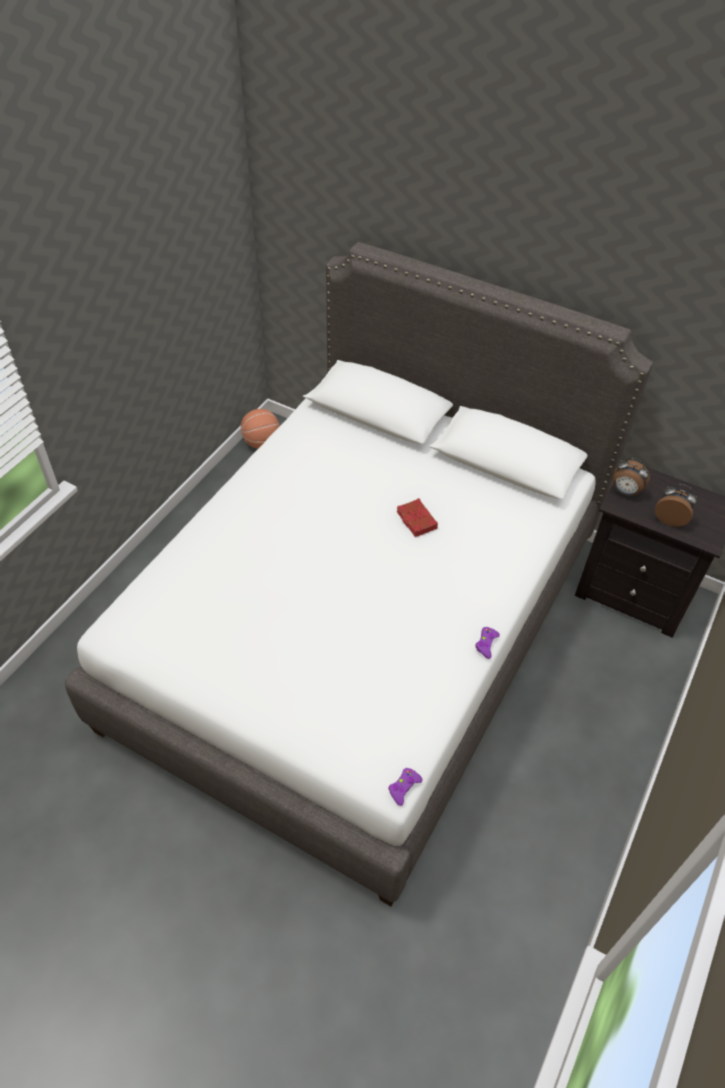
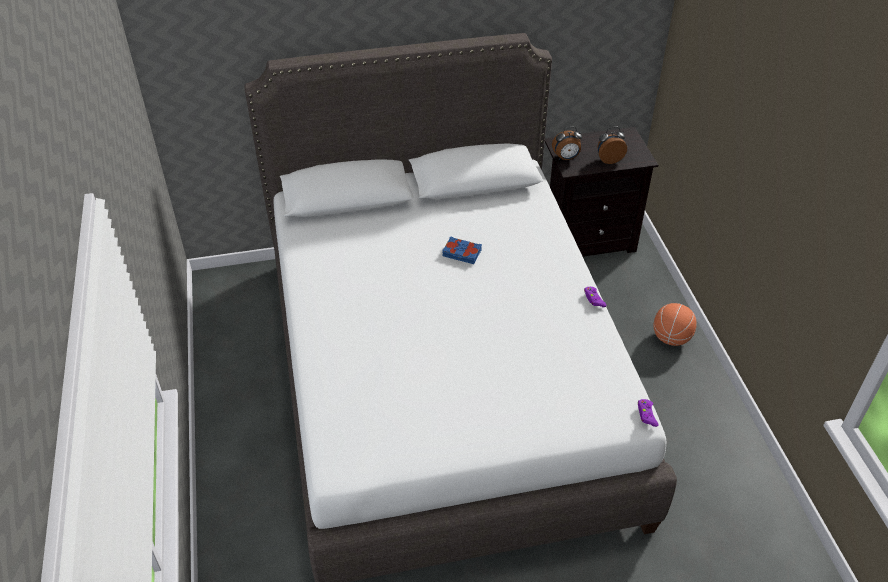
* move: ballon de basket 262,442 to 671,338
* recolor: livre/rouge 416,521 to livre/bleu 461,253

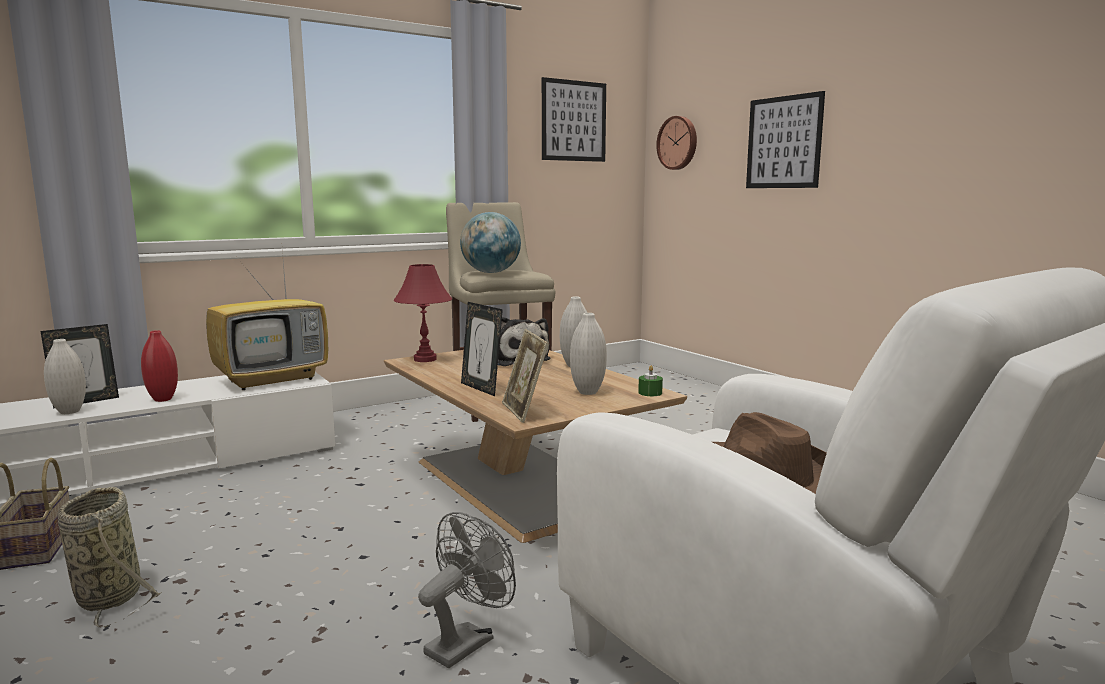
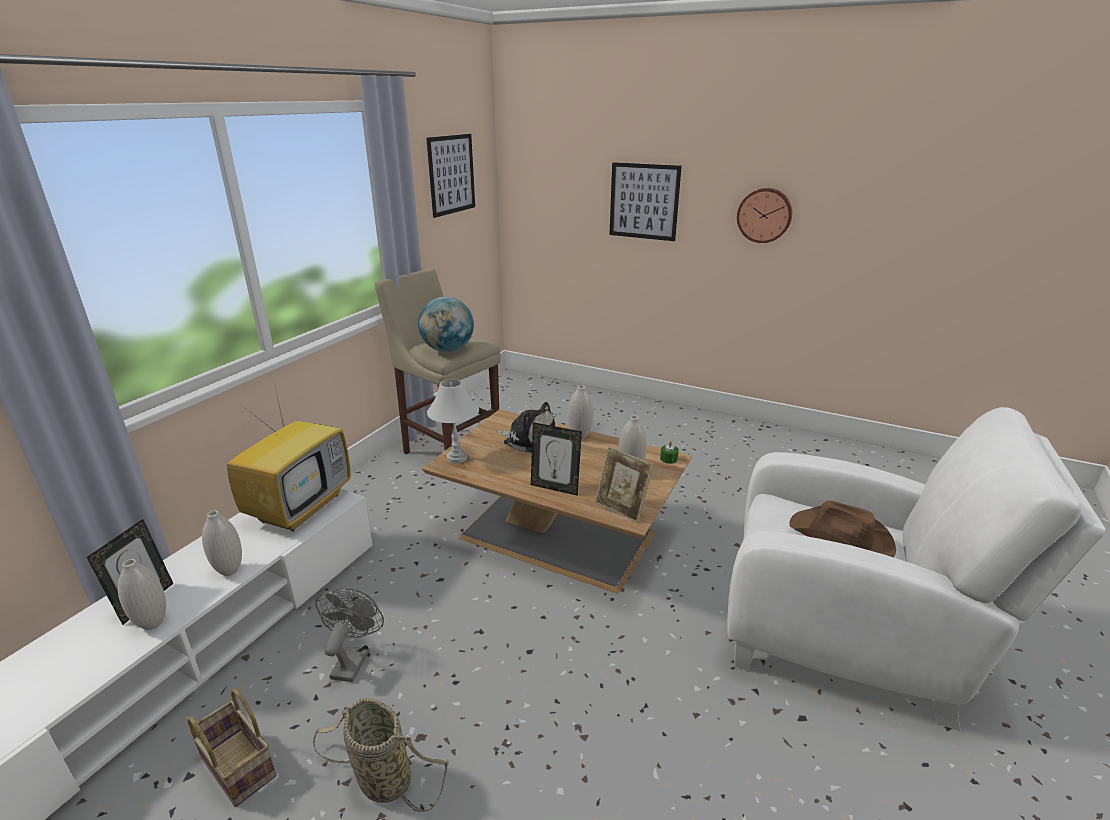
* recolor: vase/rouge 163,399 to vase/blanc 230,571
* recolor: lampe de table/rouge 425,359 to lampe de table/blanc 457,458
* move: ventilateur/gris 466,641 to 353,659
* move: horloge murale 678,143 to 764,215

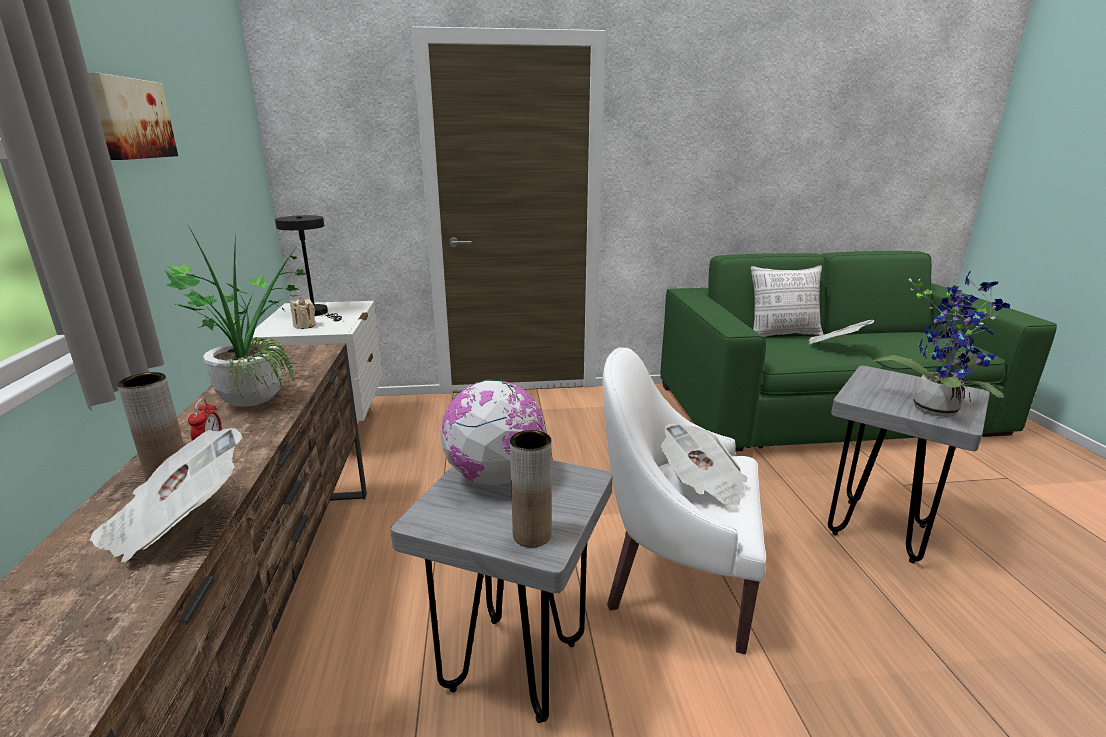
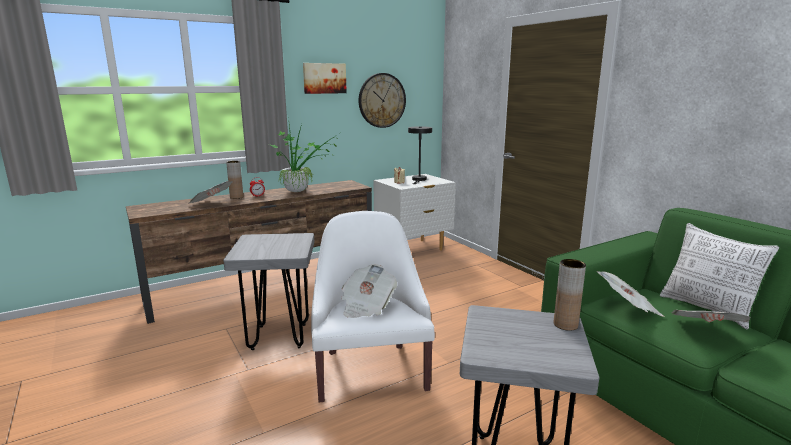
* delete: globe 495,477
* move: vase/marron 532,535 to 565,325
* delete: plante en pot 936,408
* insert: horloge murale 382,100
* insert: journal 627,308

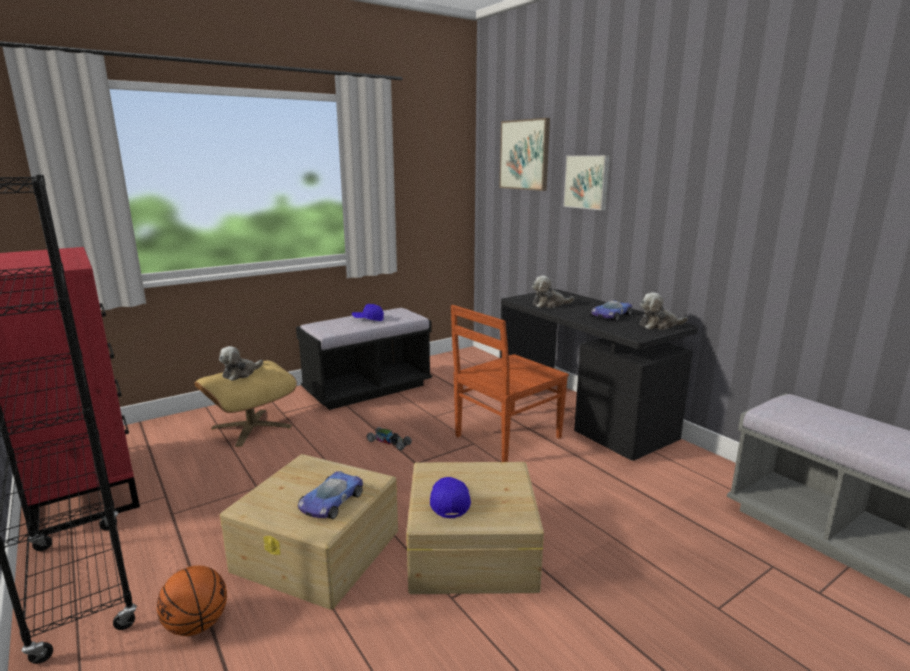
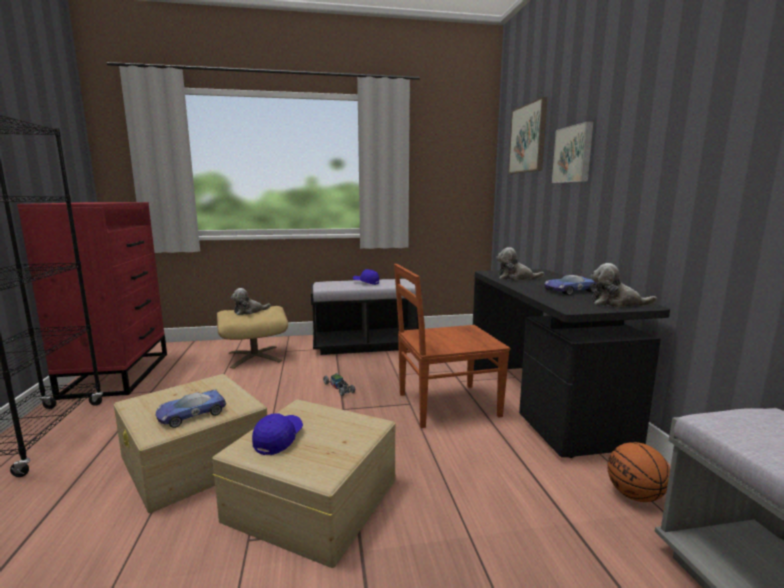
* move: ballon de basket 196,625 to 634,495

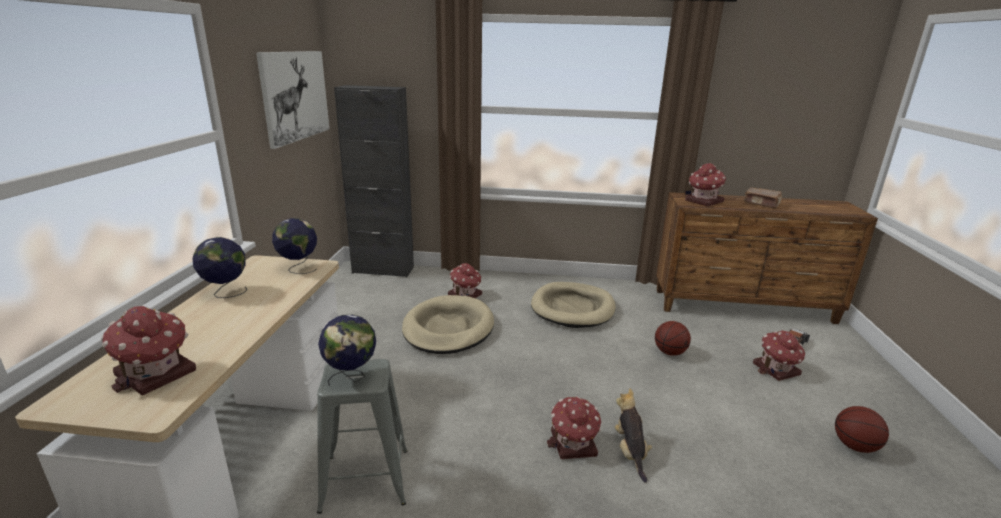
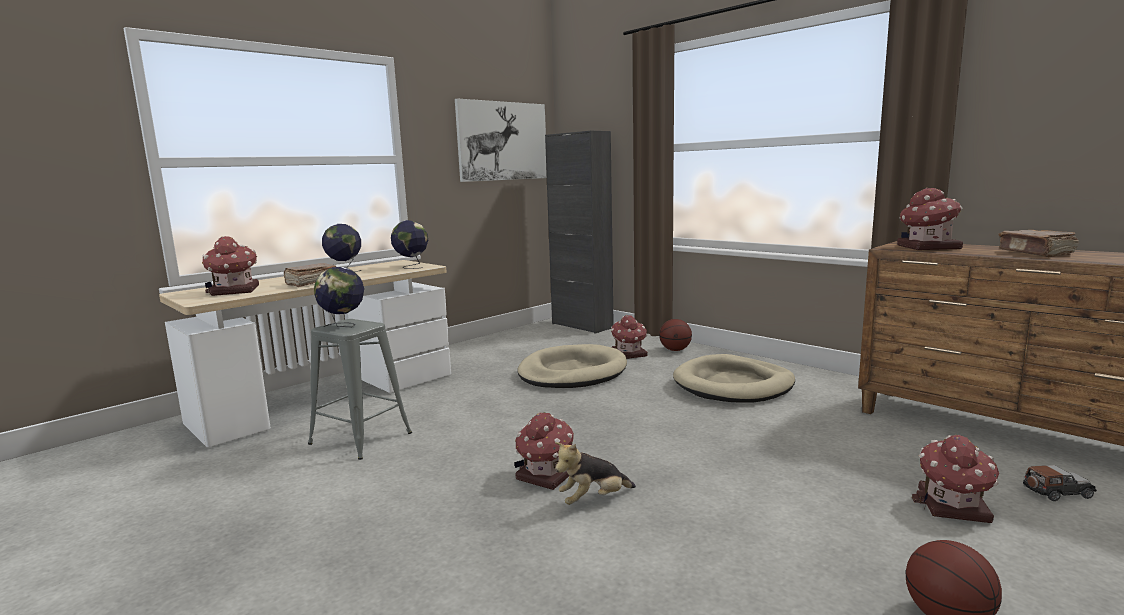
* rotate: peluche 630,452 = 593,500 150 degrees counterclockwise
* move: ballon de basket 669,352 to 675,350
* insert: livre/marron 311,283

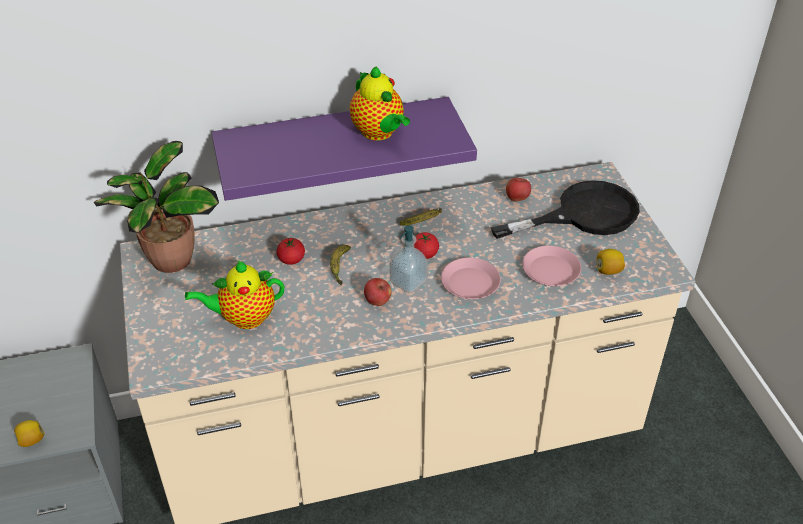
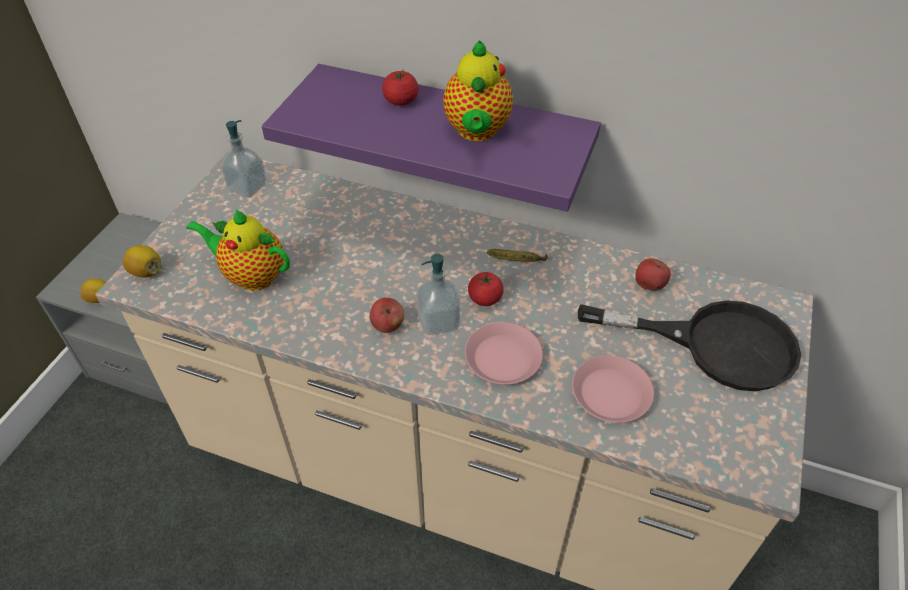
* replace: plante en pot 169,261 to distributeur de savon 247,187
* move: tomate 291,259 to 401,101
* delete: banane 339,267
* move: citron 608,271 to 146,272

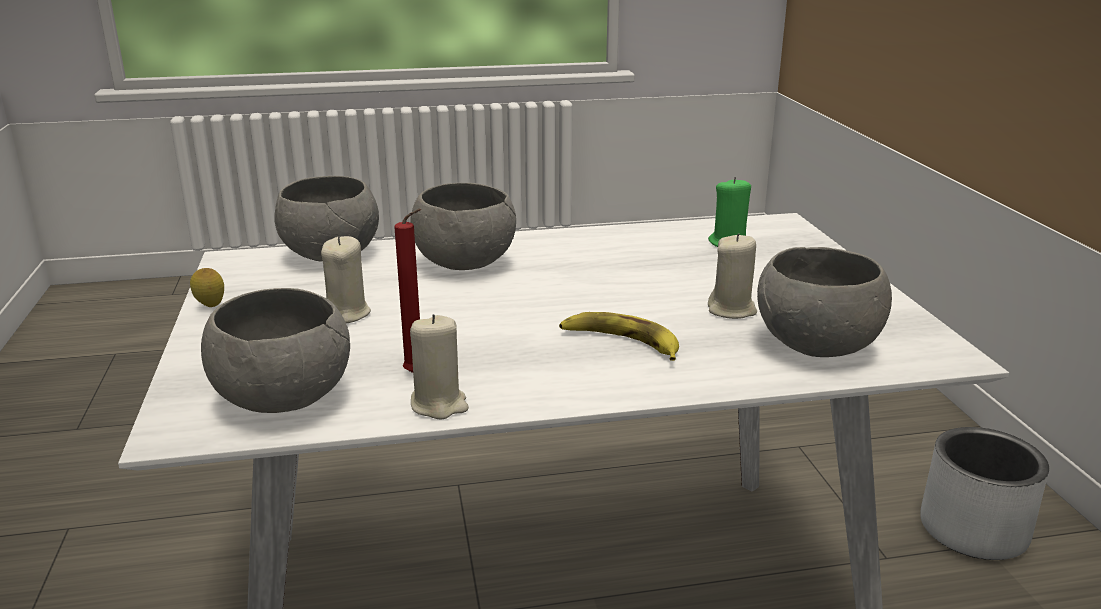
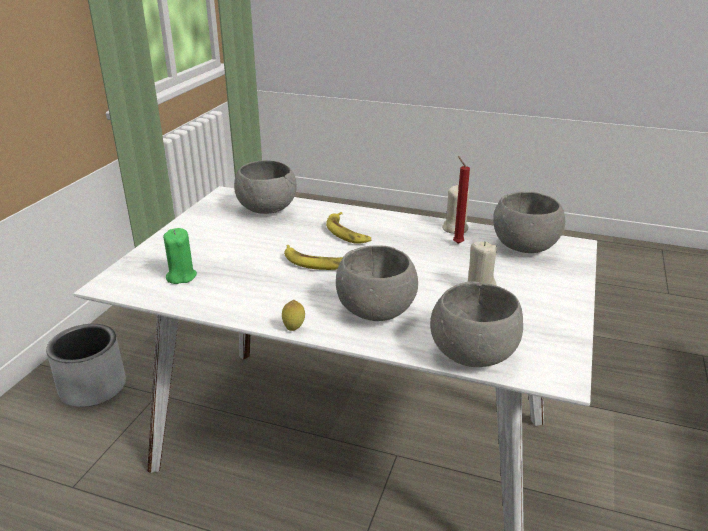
* move: citron 211,307 to 294,329
* delete: bougie/beige 732,310
* insert: banane 317,262

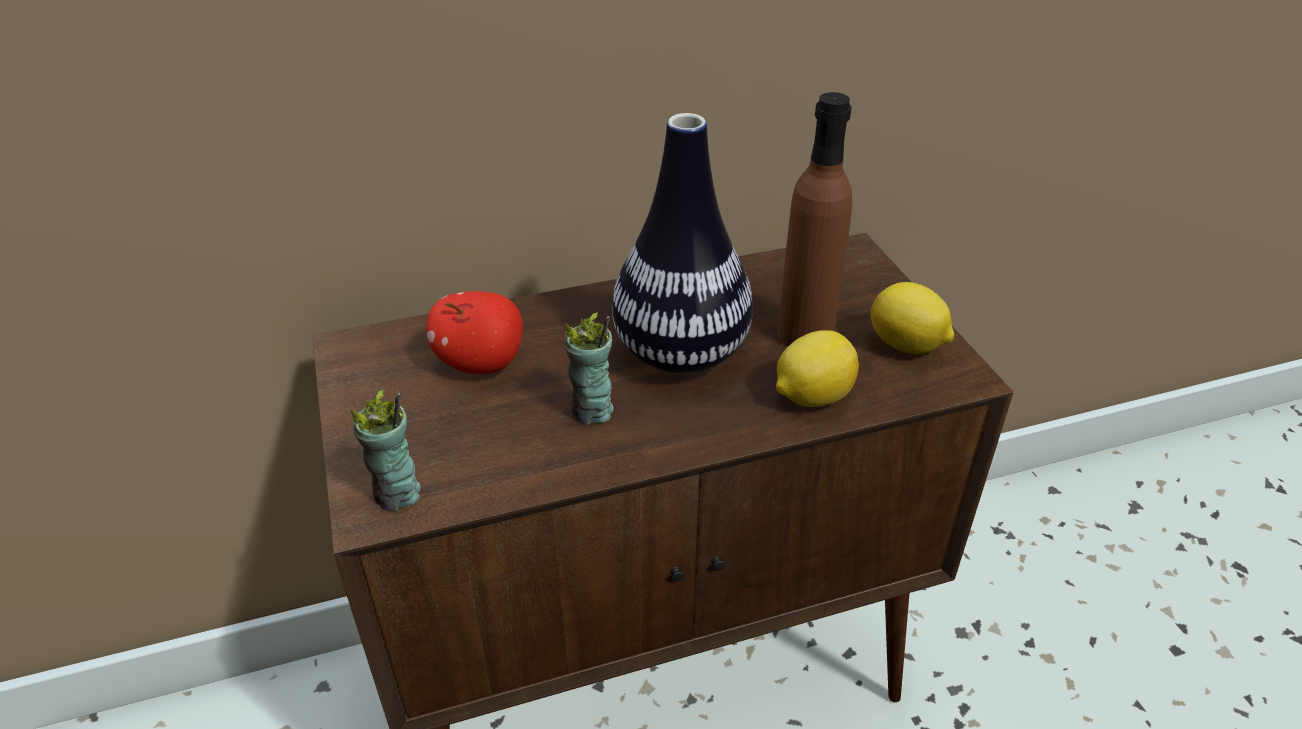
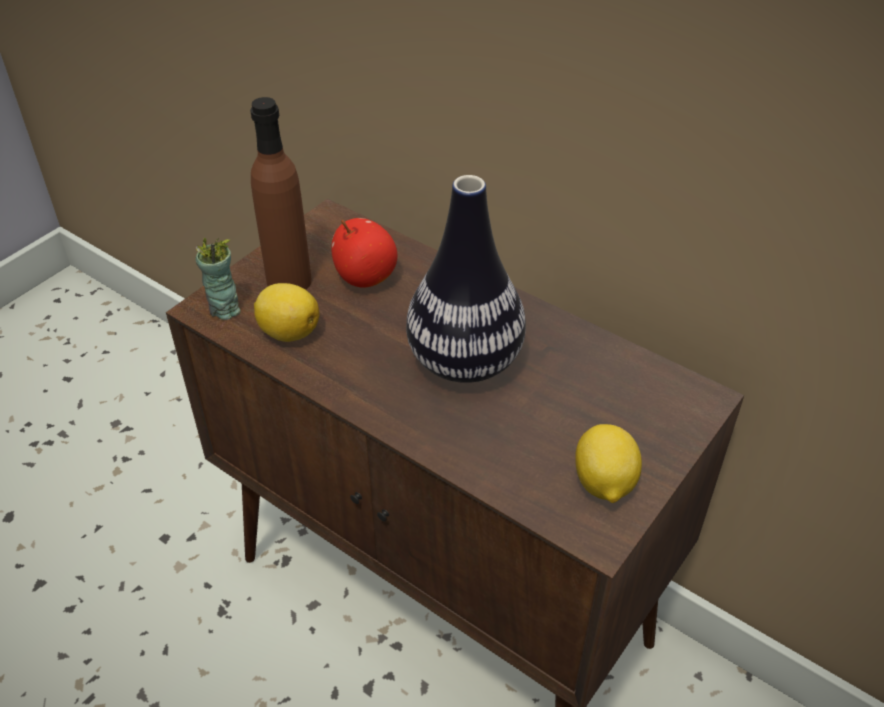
* delete: tasse 592,412
* move: citron 811,396 to 288,331
* move: bouteille/marron 805,333 to 289,281

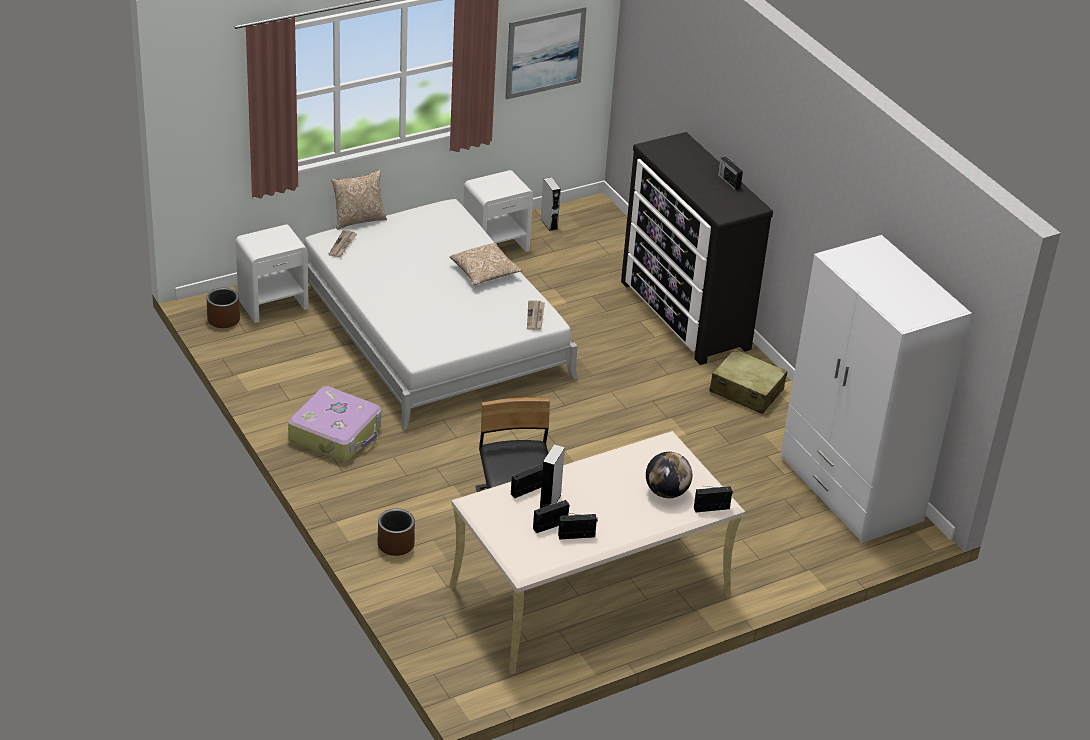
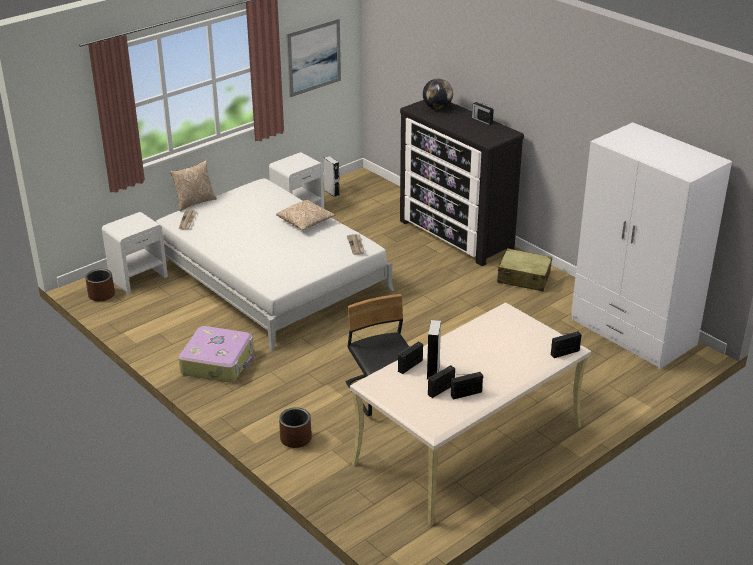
* move: globe 666,492 to 437,108

